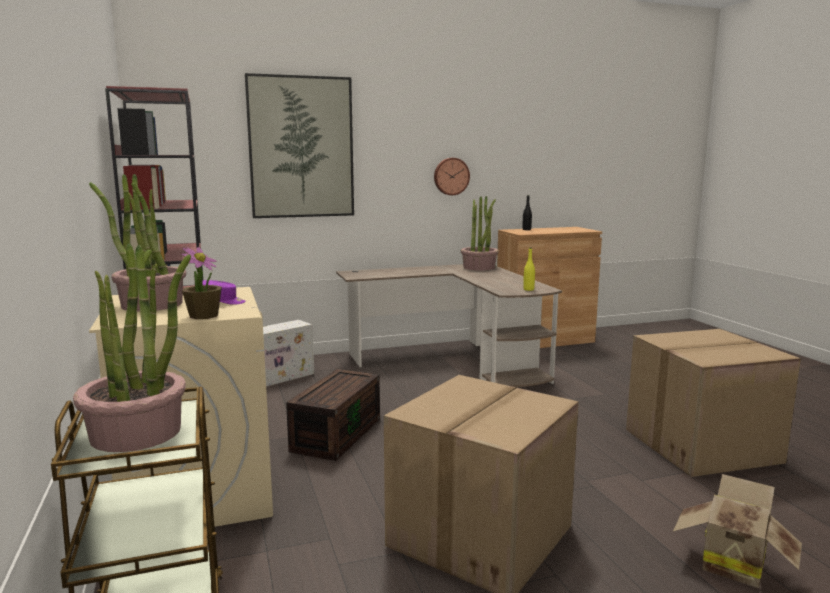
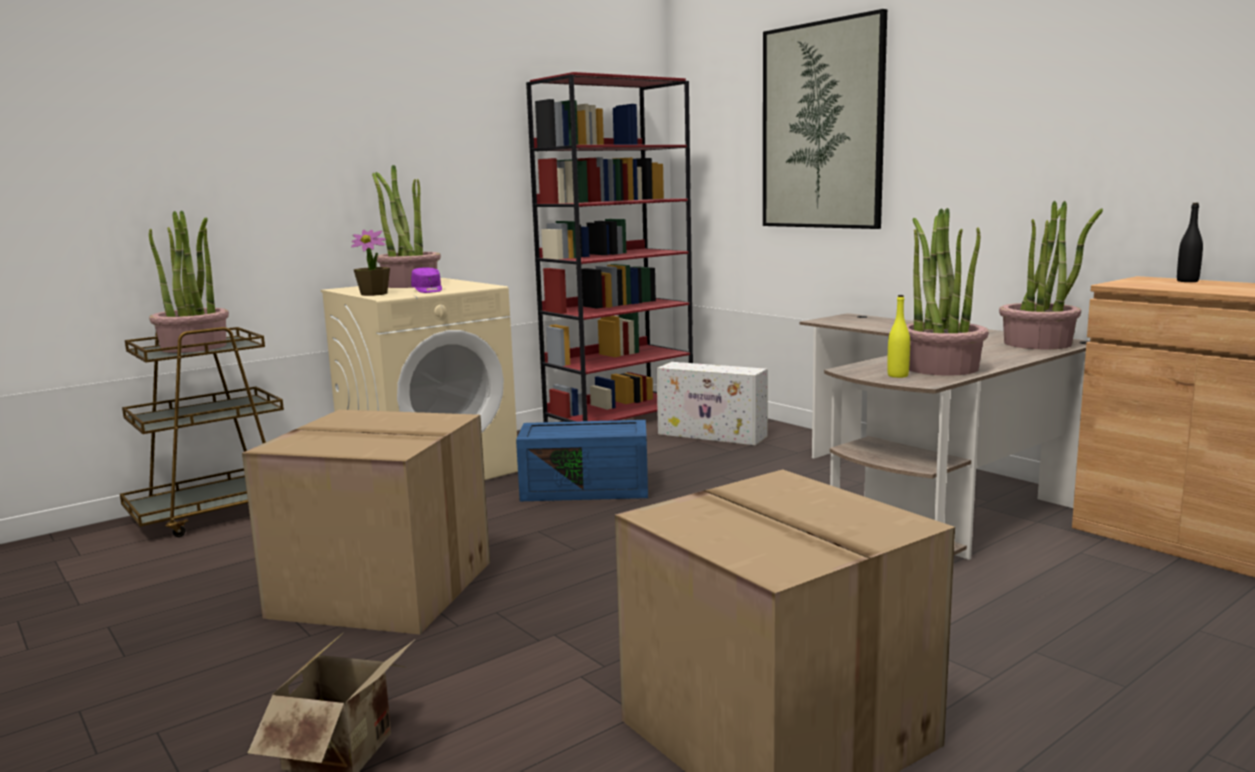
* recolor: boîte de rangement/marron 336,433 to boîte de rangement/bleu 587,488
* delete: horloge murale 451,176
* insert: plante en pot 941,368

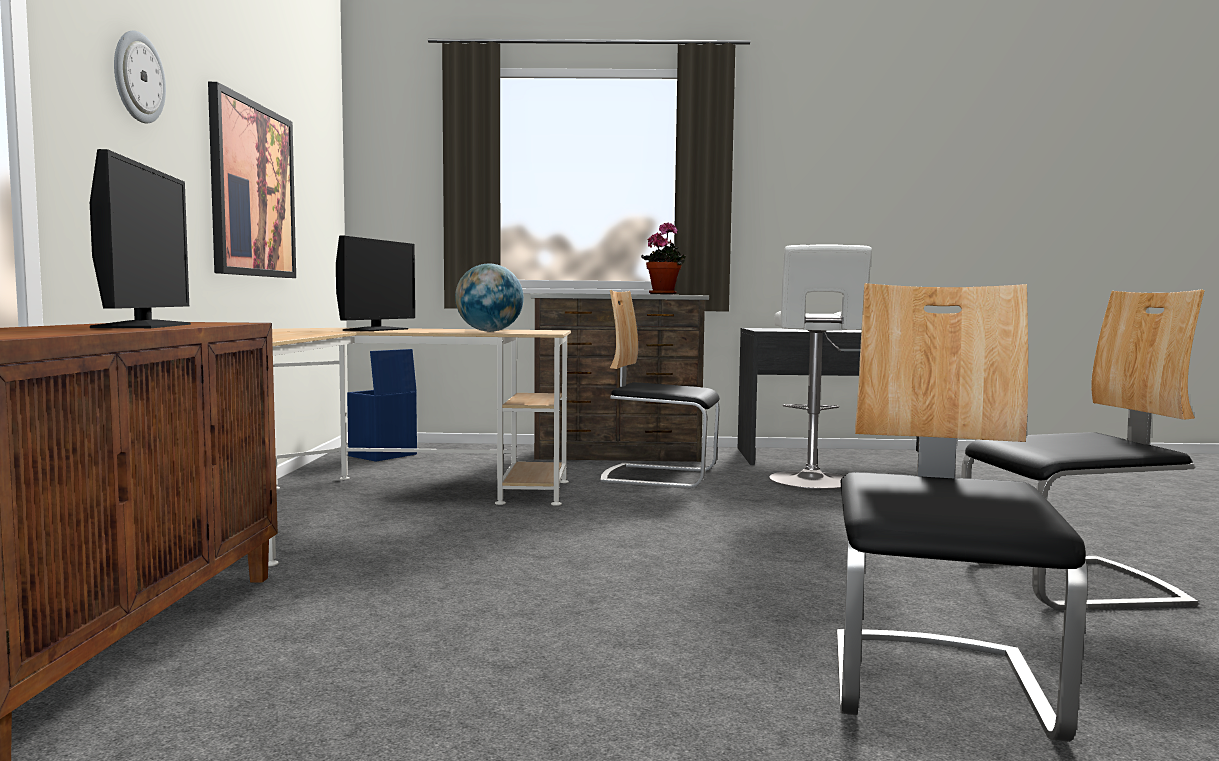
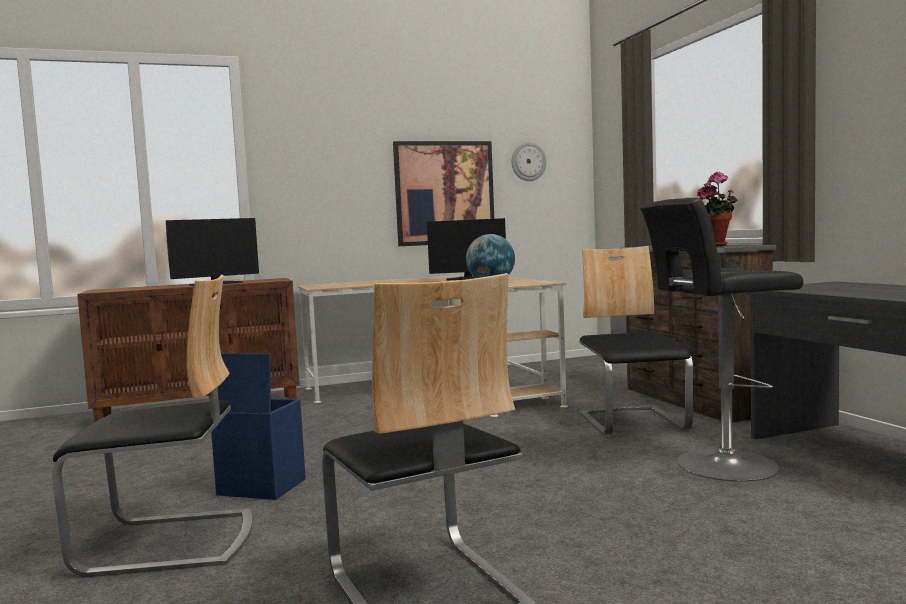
* move: horloge murale 137,77 to 528,162
* move: boîte de rangement/bleu 382,455 to 259,487
* recolor: tabouret/blanc 812,481 to tabouret/noir 720,465

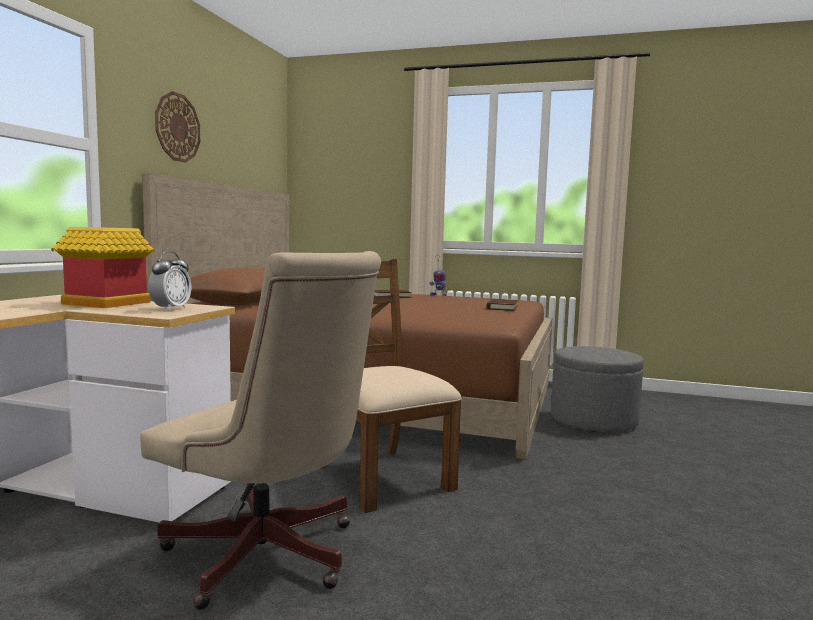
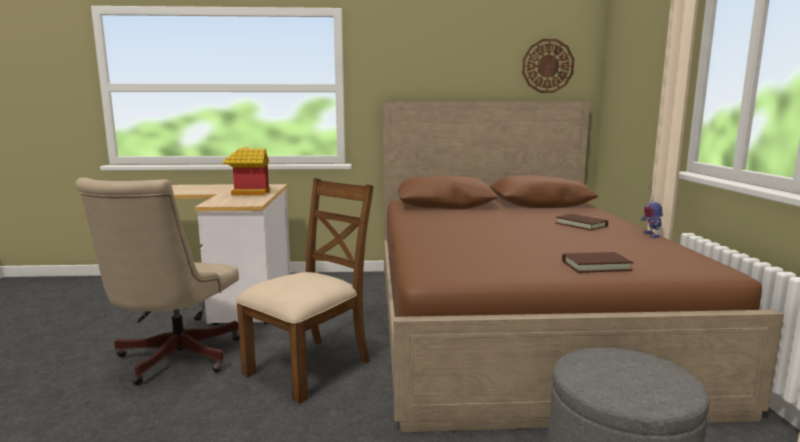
* delete: réveil 170,309
* move: horloge murale 177,127 to 547,66

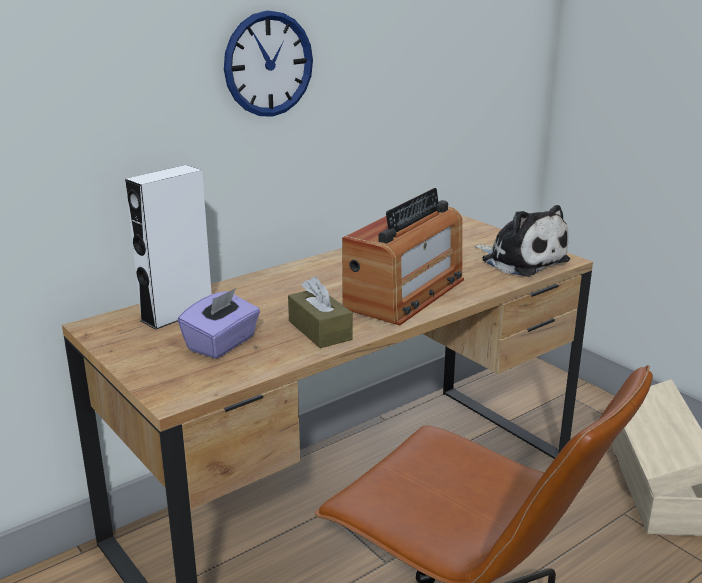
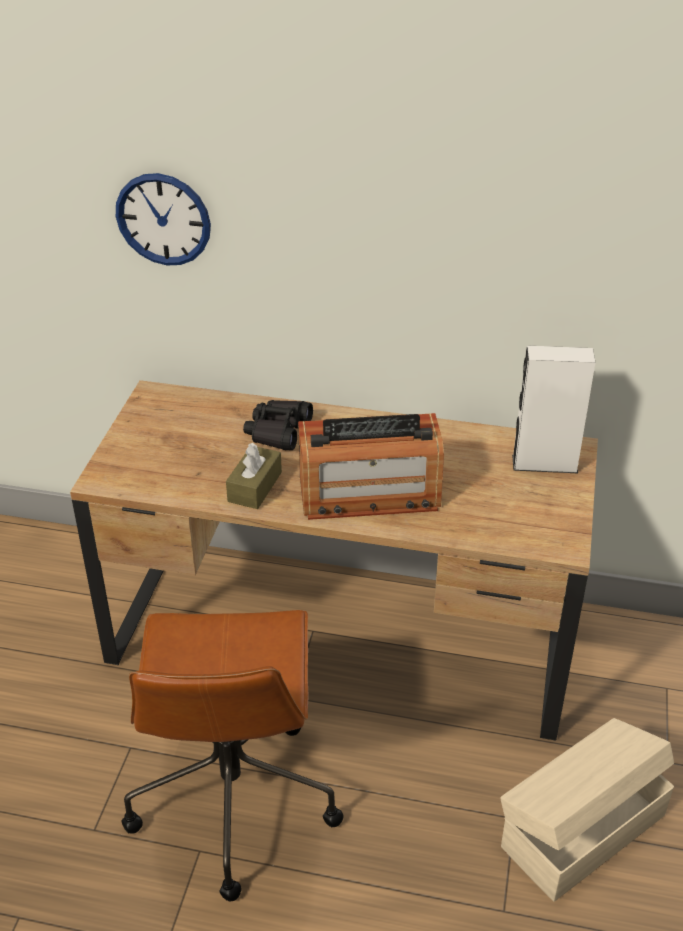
* move: enceinte/blanc 177,314 to 544,463
* delete: boîte à mouchoirs/violet 222,344
* move: horloge murale 268,64 to 163,219
* delete: peluche 521,260
* insert: jumelles/noir 278,431

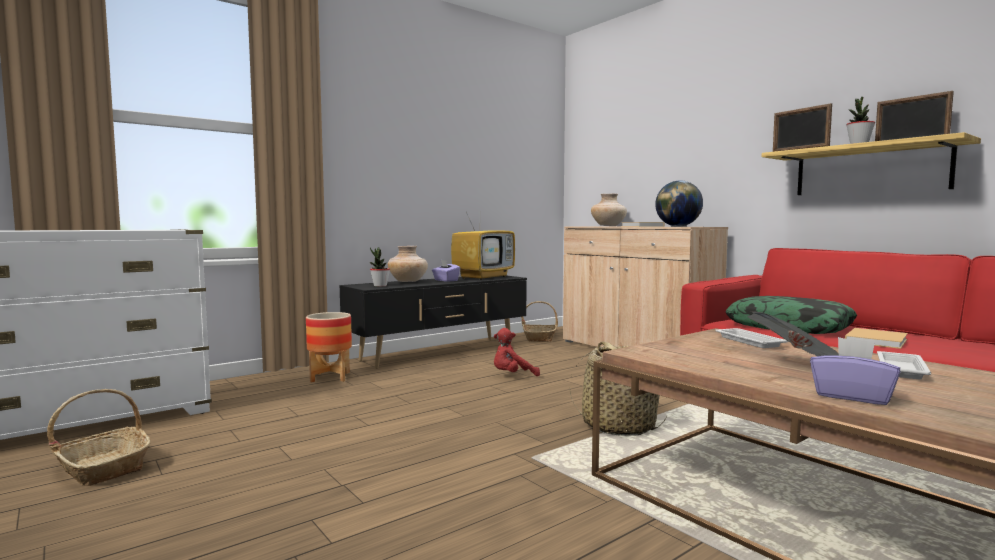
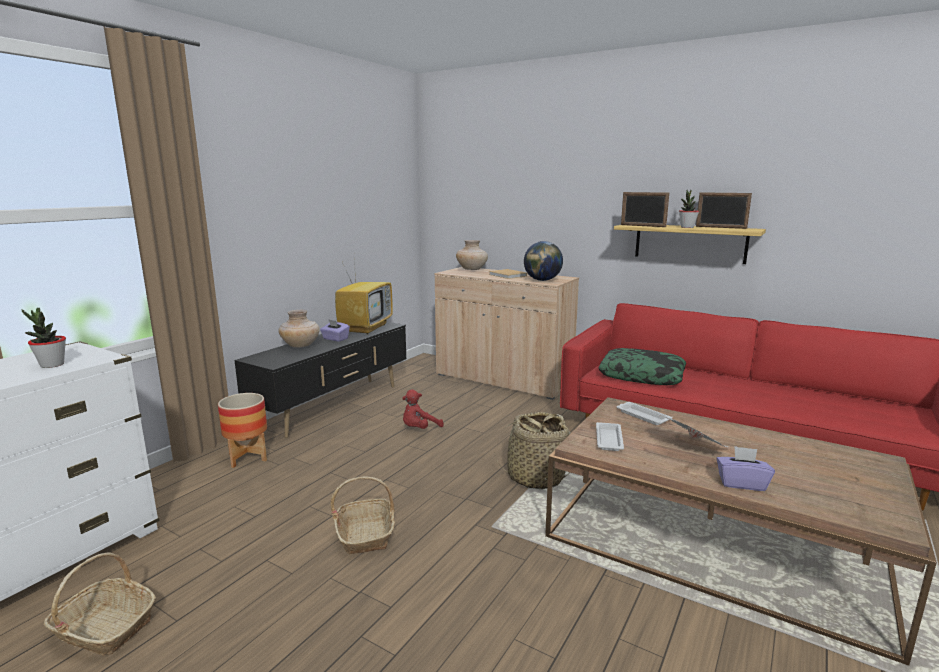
* move: plante en pot 380,286 to 52,365
* move: panier 540,338 to 365,534
* delete: livre/beige 876,340
* move: plateau/blanc 901,369 to 608,439

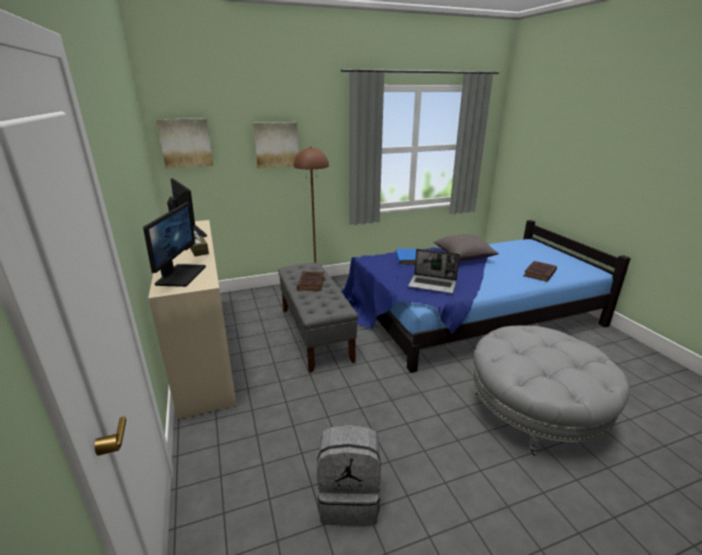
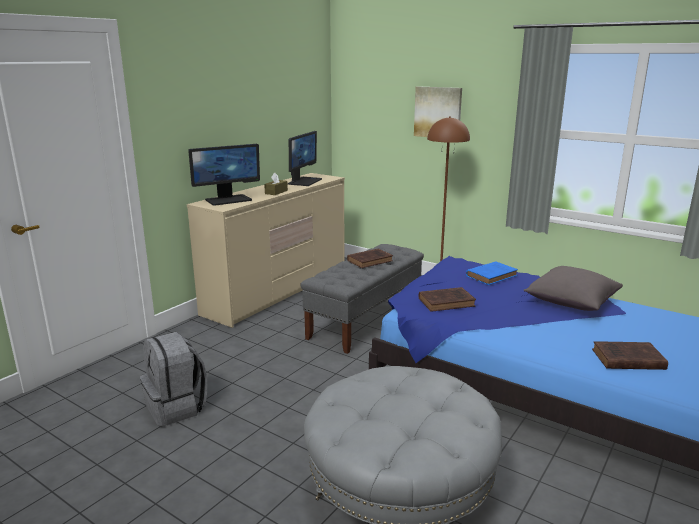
* delete: tableau 186,143
* replace: ordinateur portable 433,285 to livre/marron 447,302

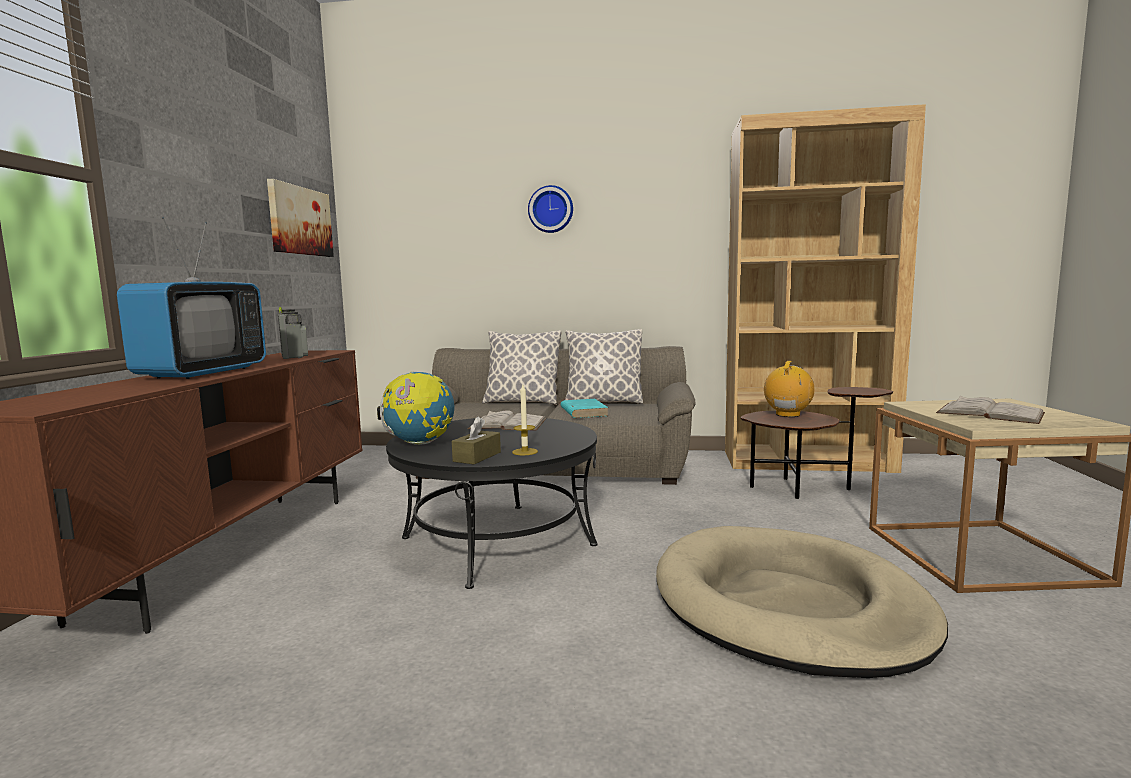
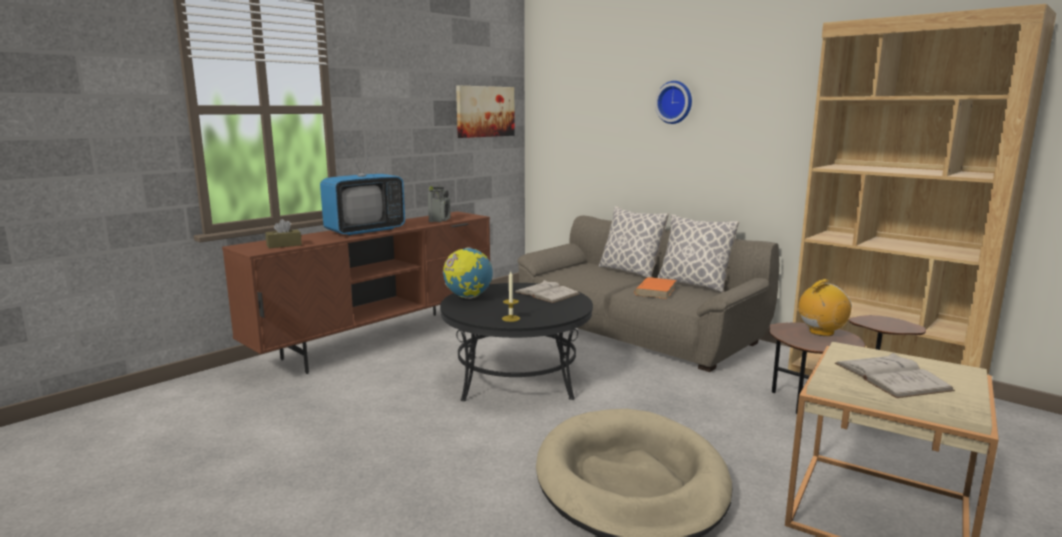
* move: boîte à mouchoirs/marron 477,457 to 284,245
* recolor: livre/turquoise 583,412 to livre/orange 655,290

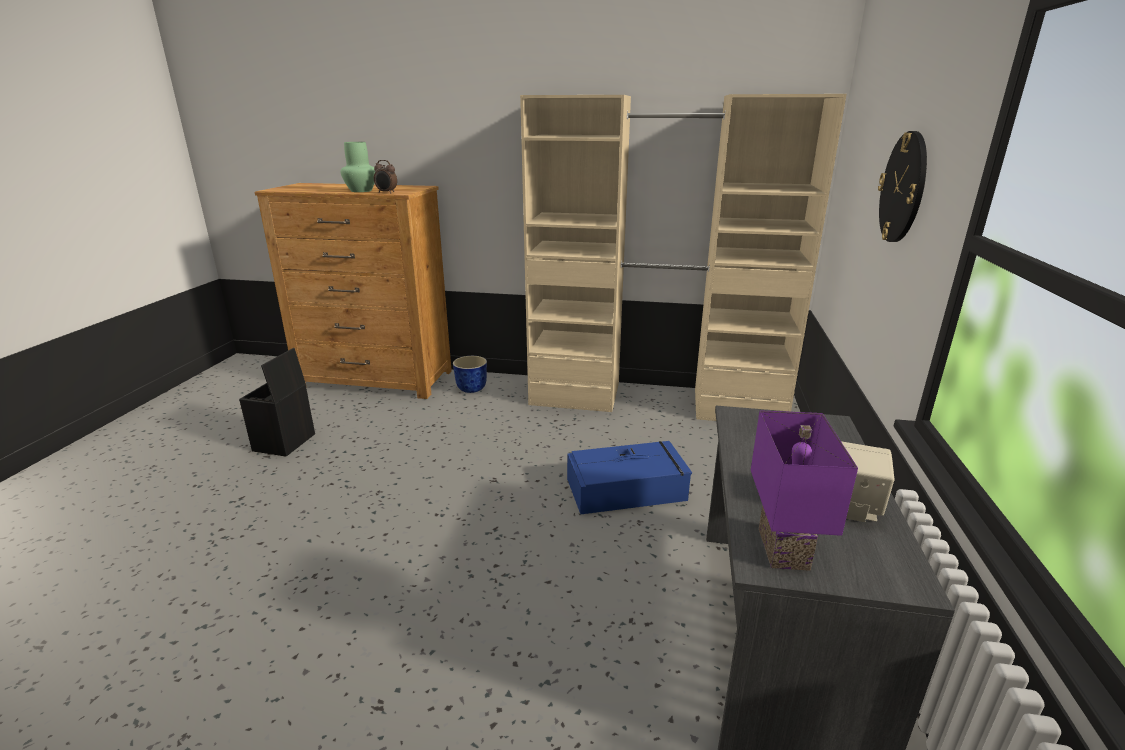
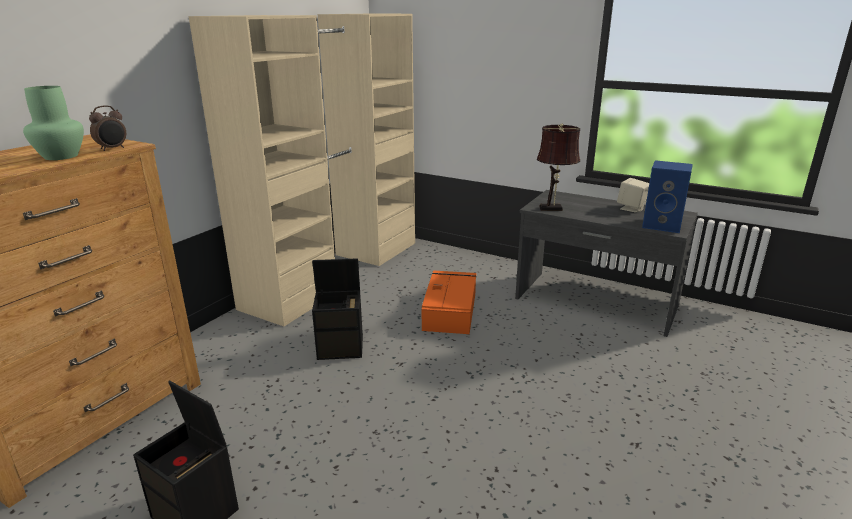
* delete: cache-pot 472,389
* recolor: boîte de rangement/bleu 628,489 to boîte de rangement/orange 450,310
* replace: lampe de table/violet 787,549 to enceinte/bleu 663,225
* delete: horloge murale 903,188
* insert: boîte de rangement/noir 341,347
* insert: lampe de table/marron 553,208

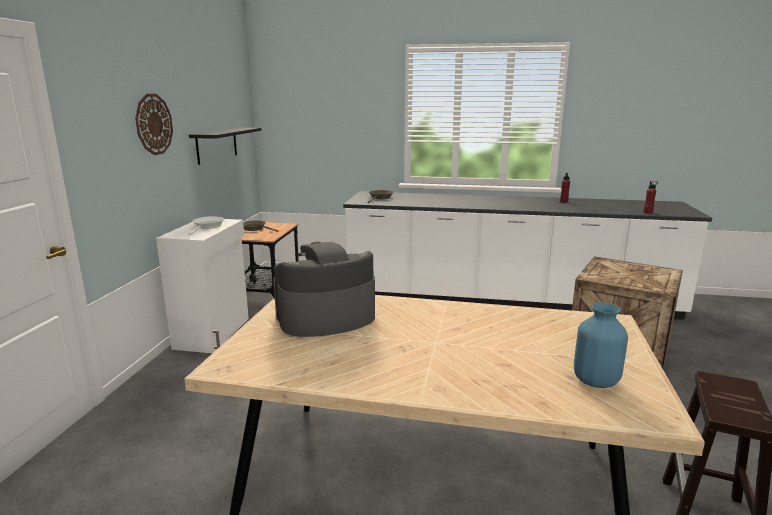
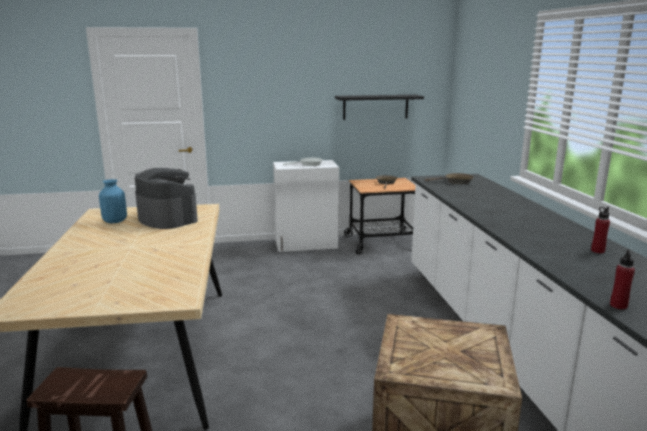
* delete: horloge murale 153,124
* move: vase/bleu 595,381 to 114,221

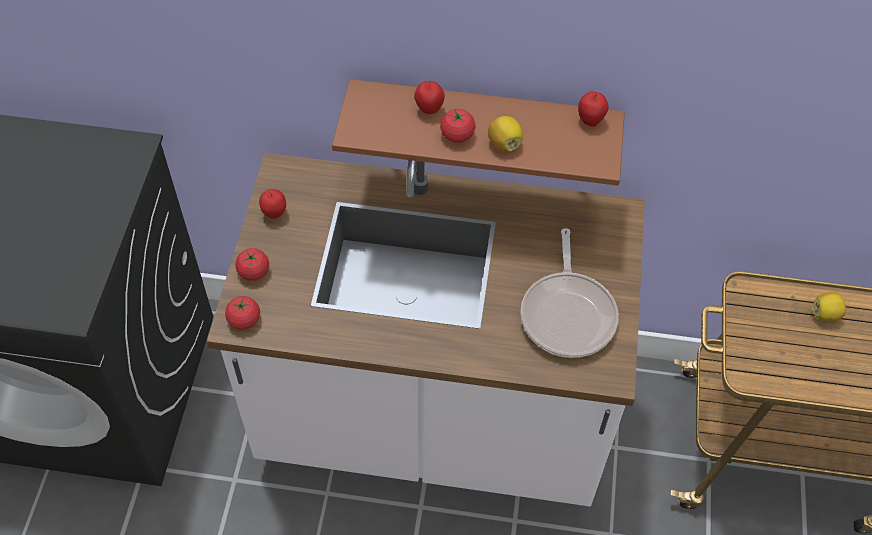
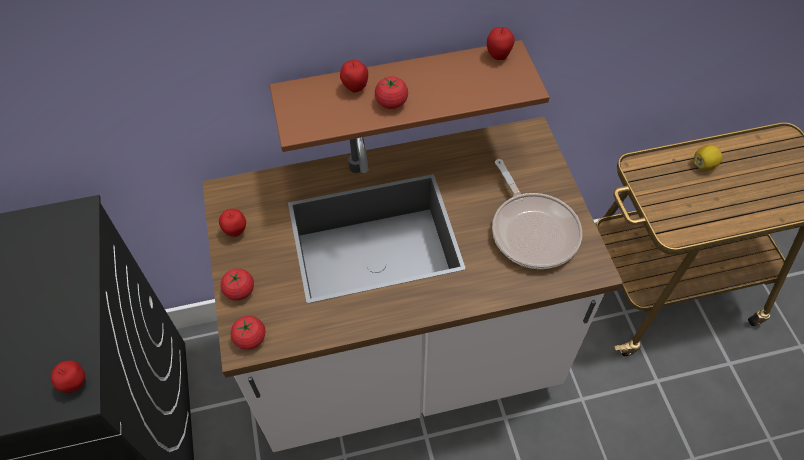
* delete: citron 504,143
* insert: pomme 76,384

